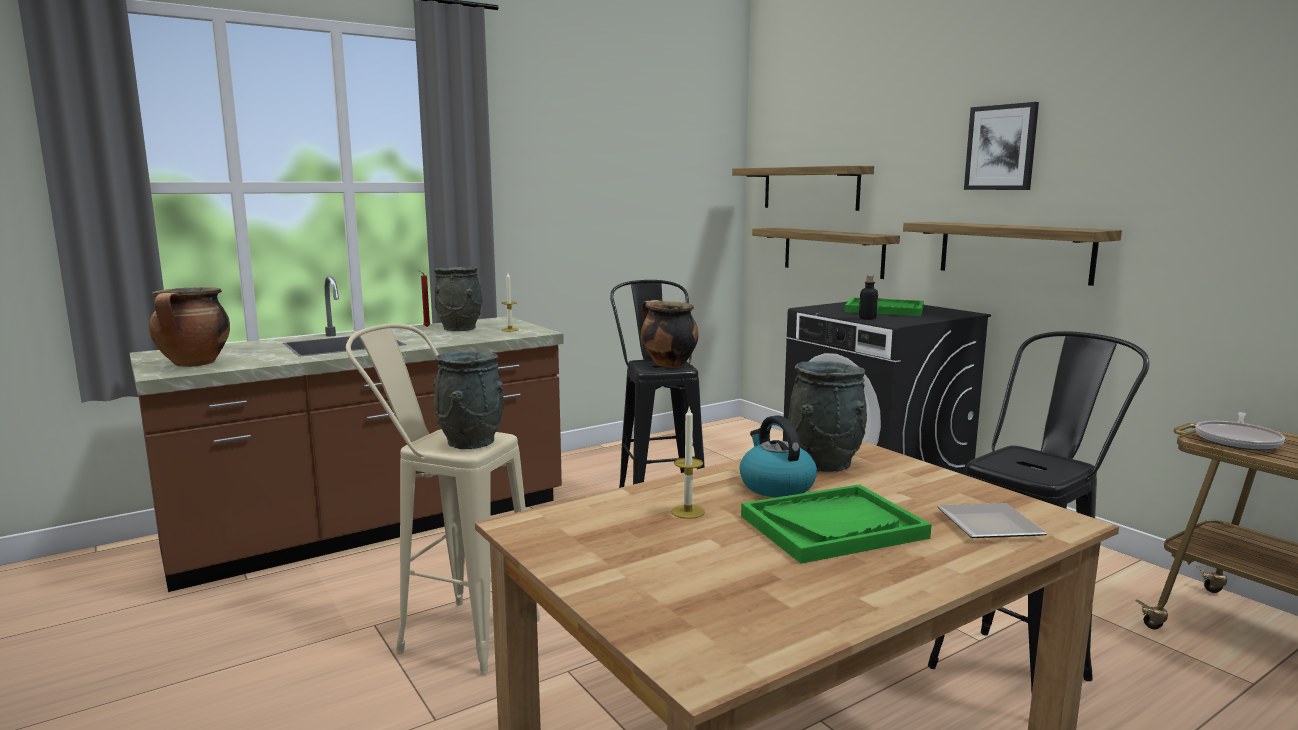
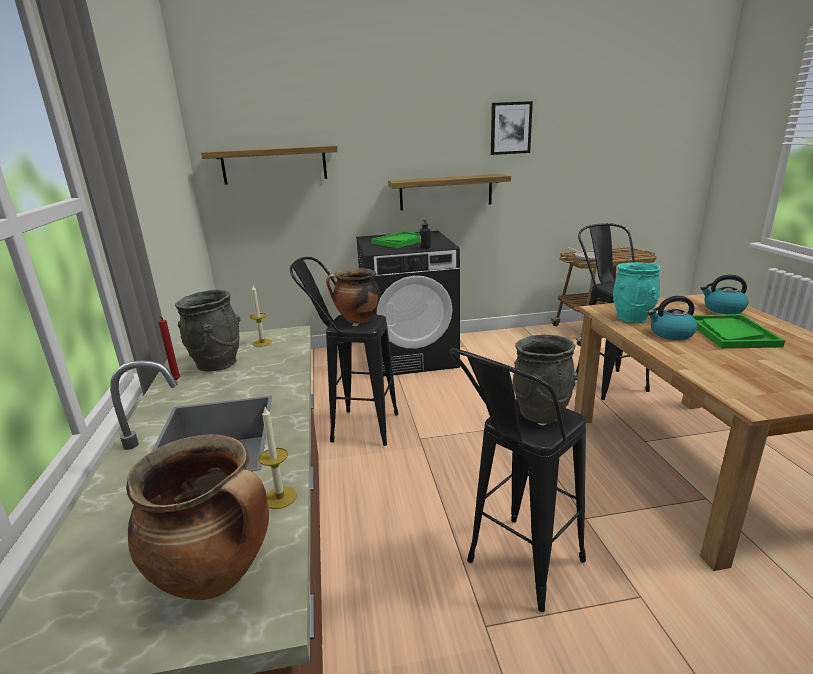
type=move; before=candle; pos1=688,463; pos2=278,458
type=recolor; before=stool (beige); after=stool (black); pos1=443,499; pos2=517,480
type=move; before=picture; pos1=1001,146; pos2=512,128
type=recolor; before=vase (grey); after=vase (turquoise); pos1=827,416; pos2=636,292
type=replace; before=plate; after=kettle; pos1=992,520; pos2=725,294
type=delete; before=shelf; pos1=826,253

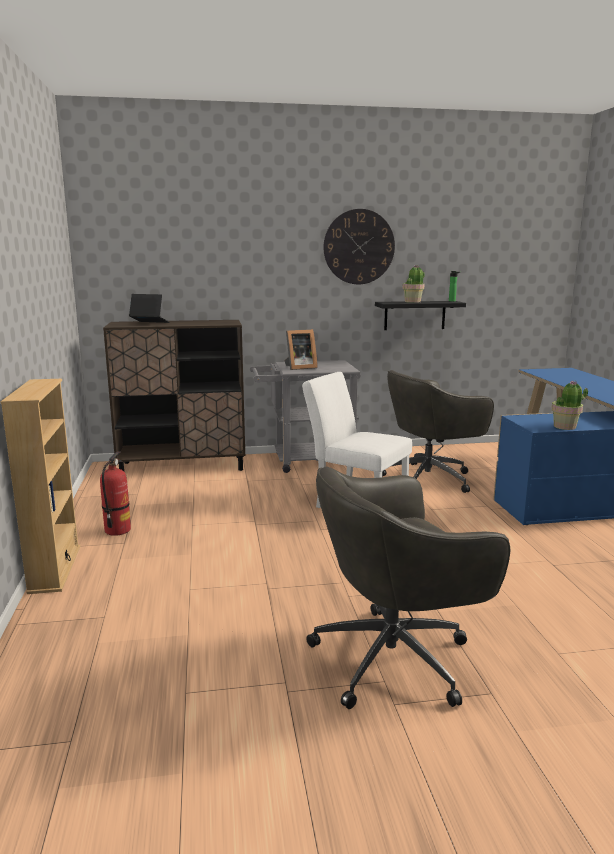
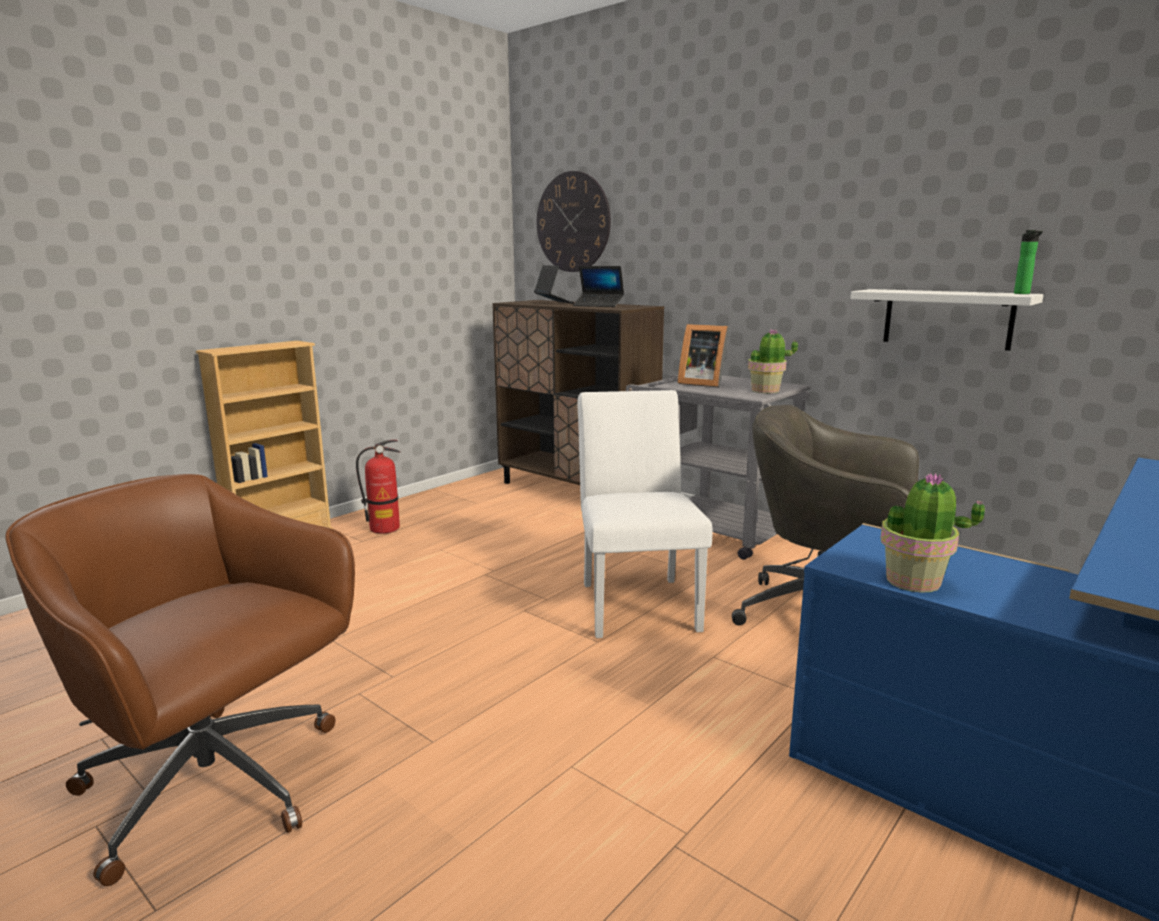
type=recolor; before=office chair (grey); after=office chair (brown); pos1=408,587; pos2=180,680
type=move; before=wall clock; pos1=359,246; pos2=574,221
type=insert; after=laptop; pos2=598,286
type=move; before=potted plant; pos1=413,284; pos2=773,361
type=recolor; before=shelf (black); after=shelf (white); pos1=420,315; pos2=947,320

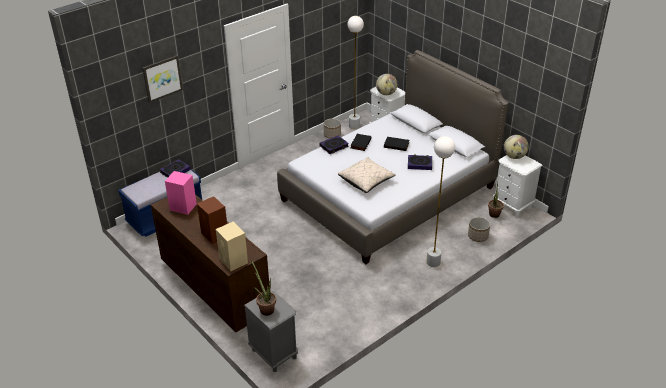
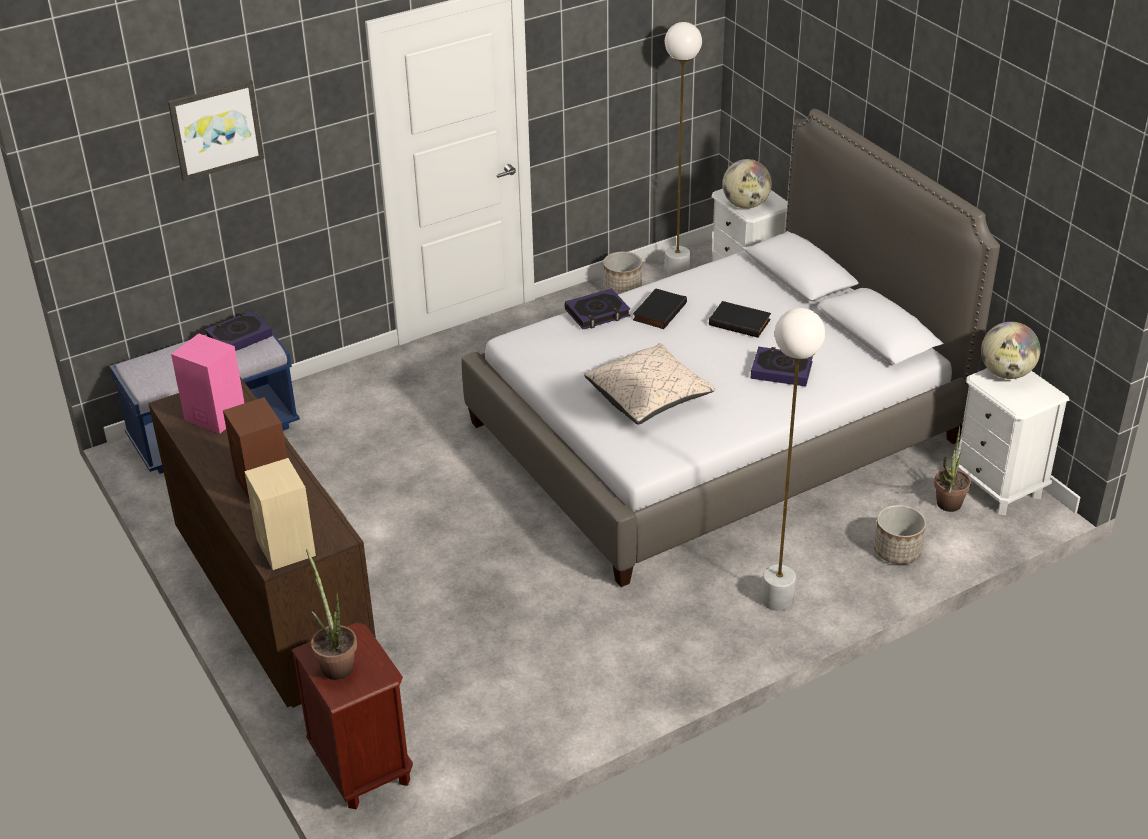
type=recolor; before=nightstand (grey); after=nightstand (brown); pos1=271,331; pos2=352,716

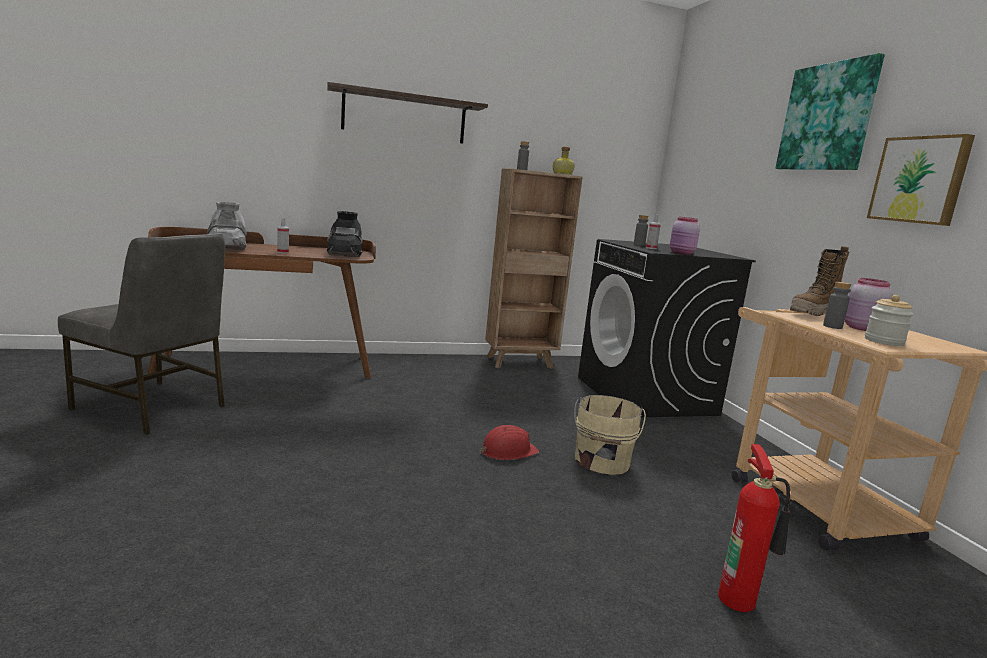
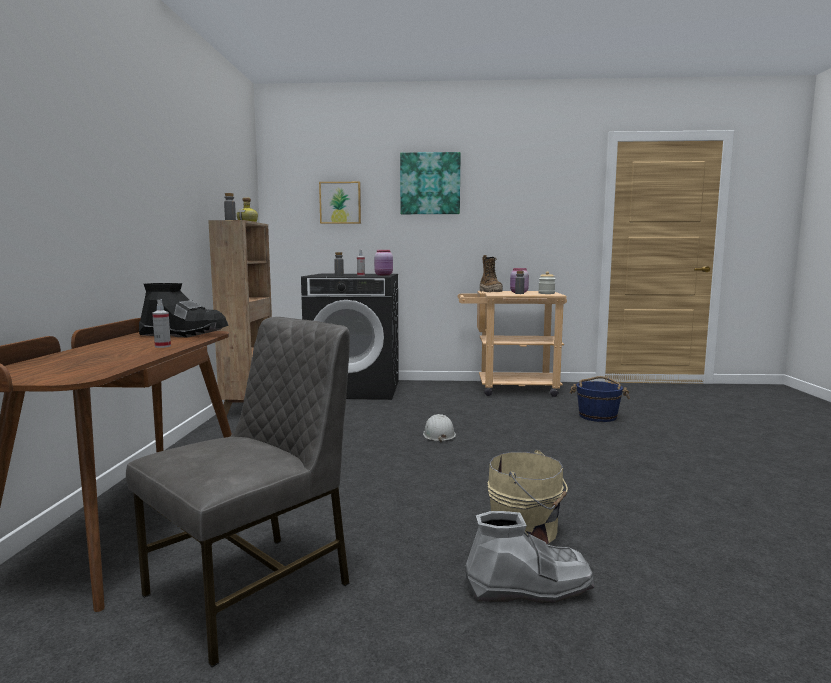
type=move; before=picture; pos1=921,180; pos2=340,203
type=recolor; before=hard hat (red); after=hard hat (white); pos1=509,442; pos2=439,428
type=move; before=boot (grey); pos1=227,226; pos2=529,557
type=move; before=bucket (beige); pos1=610,435; pos2=527,497
type=replace; before=fire extinguisher; after=bucket (blue); pos1=754,528; pos2=600,399
type=delete; before=shelf; pos1=407,113

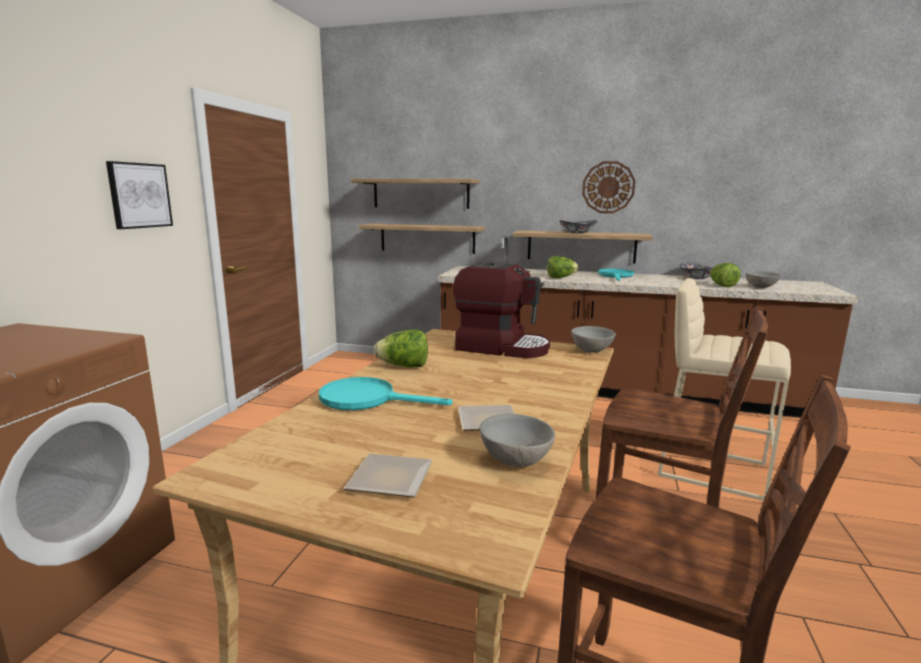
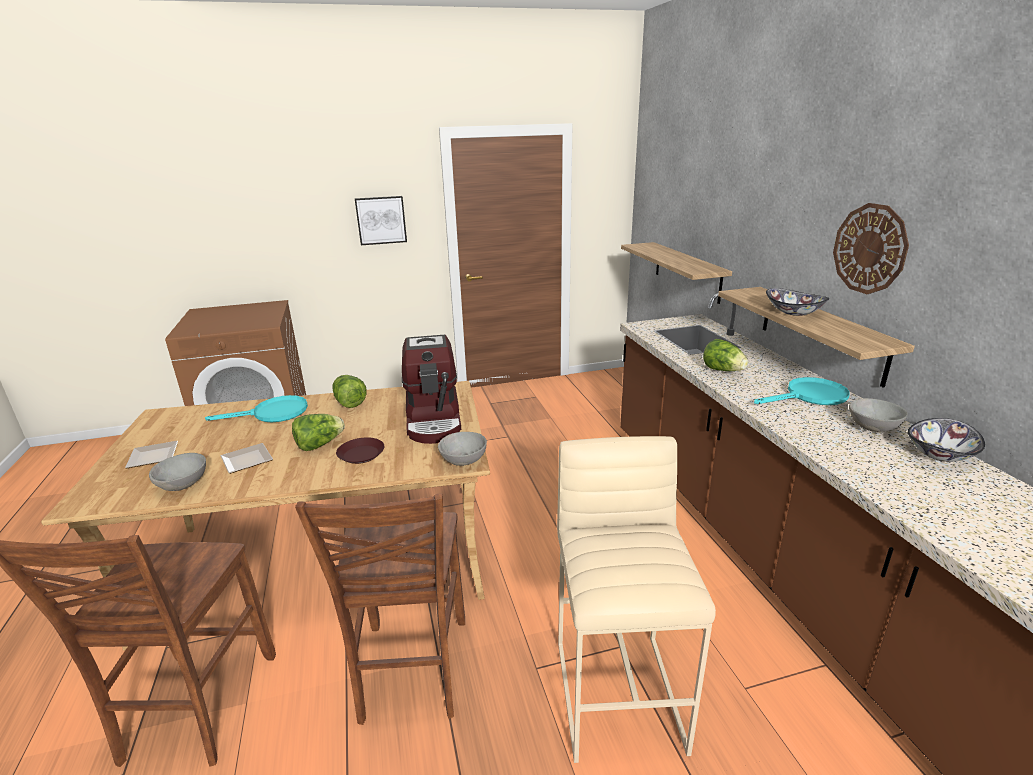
type=rotate; before=frying pan (turquoise); pos1=385,393; pos2=256,408; turn=90
type=move; before=lettuce; pos1=725,275; pos2=318,432
type=insert; after=plate (brown); pos2=360,450
type=move; before=bowl (grey); pos1=763,279; pos2=878,415
type=delete; before=shelf; pos1=415,194

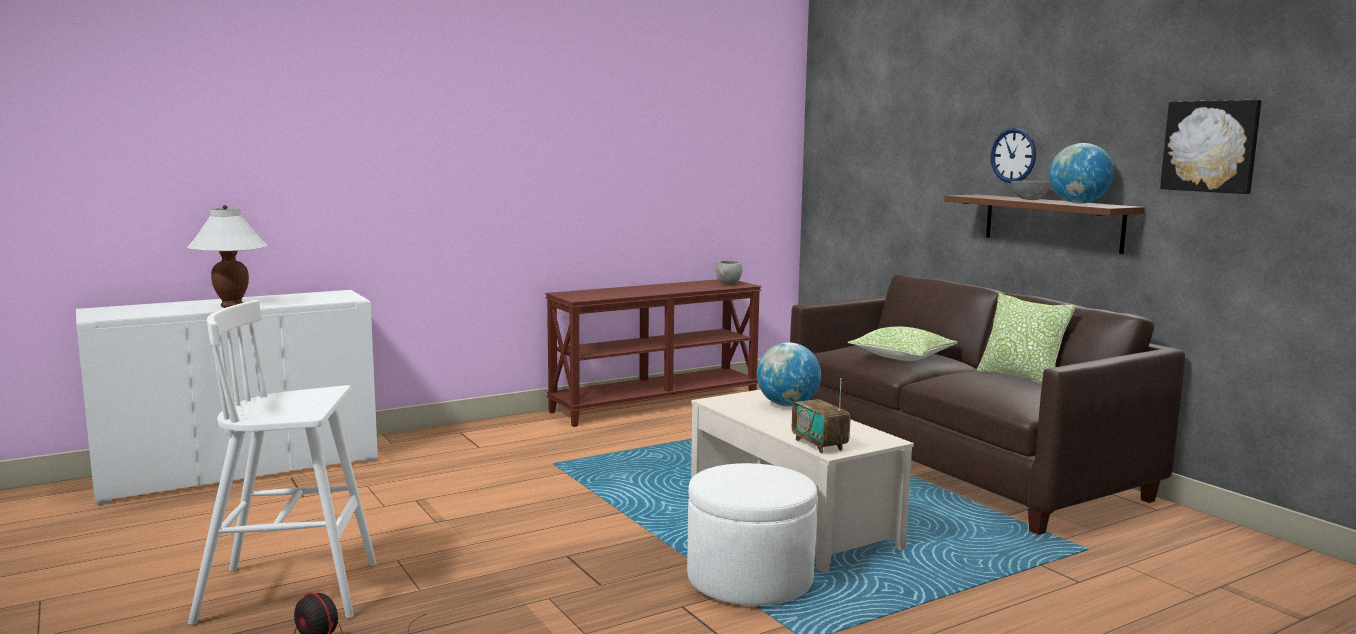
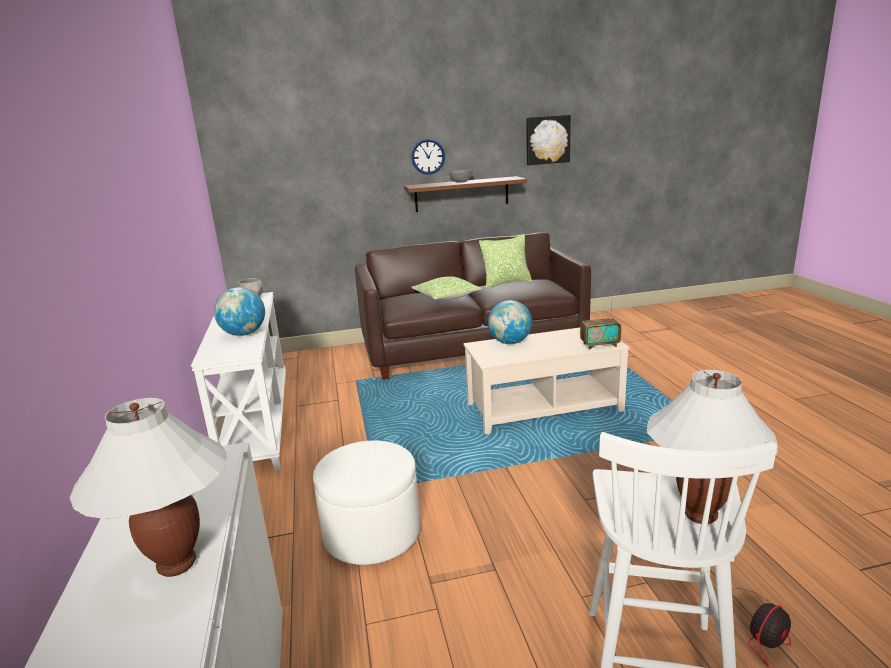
type=recolor; before=console table (brown); after=console table (white); pos1=653,353; pos2=238,381
type=move; before=globe; pos1=1081,173; pos2=239,311
type=move; before=ottoman (white); pos1=752,534; pos2=366,502
type=insert; after=table lamp (white); pos2=712,447

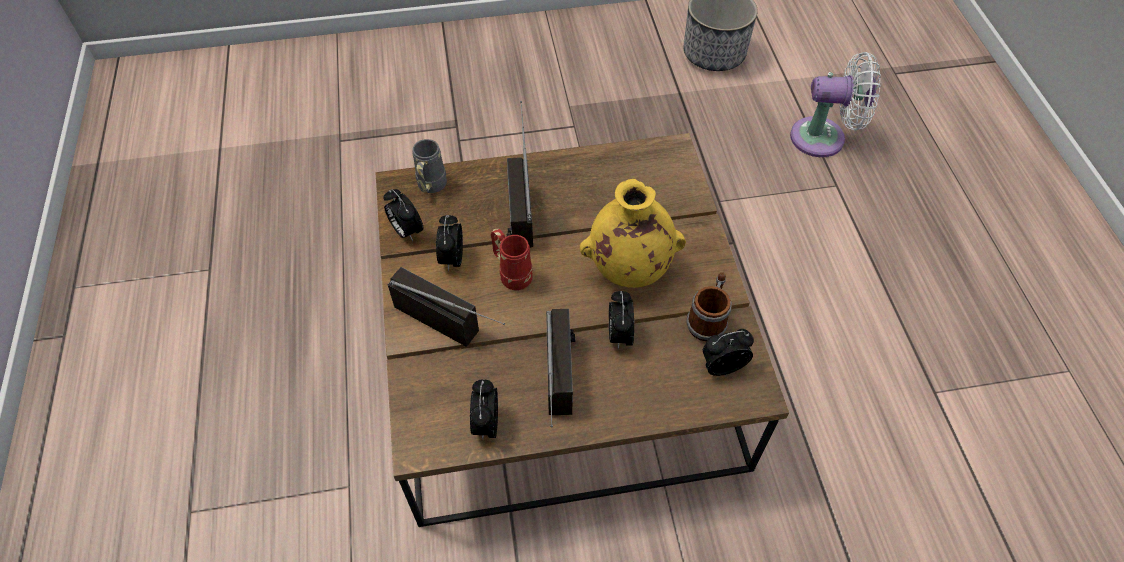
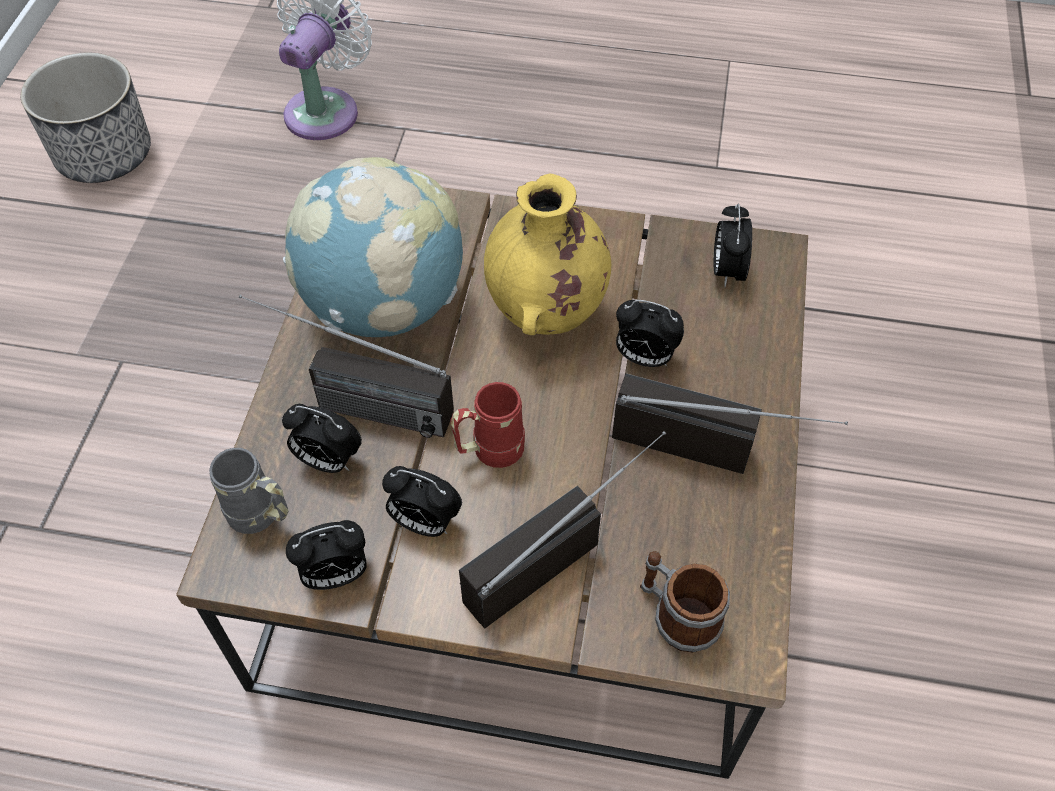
type=move; before=alarm clock; pos1=484,409; pos2=322,438
type=insert; after=globe; pos2=373,247
type=move; before=mug; pos1=709,306; pos2=685,602

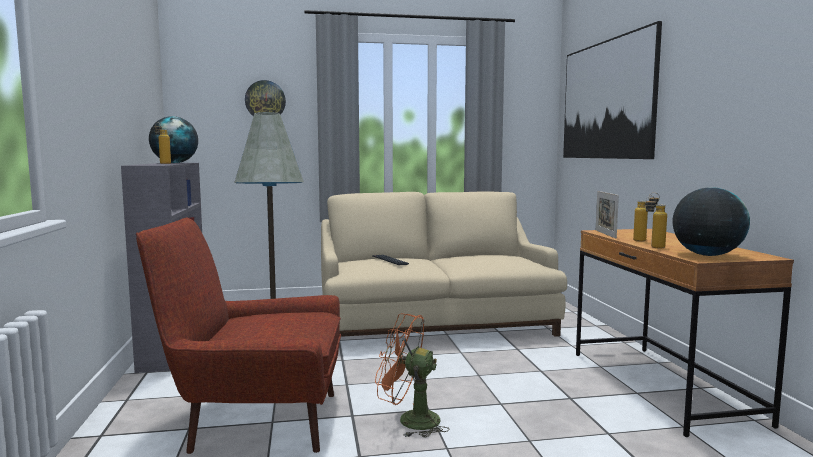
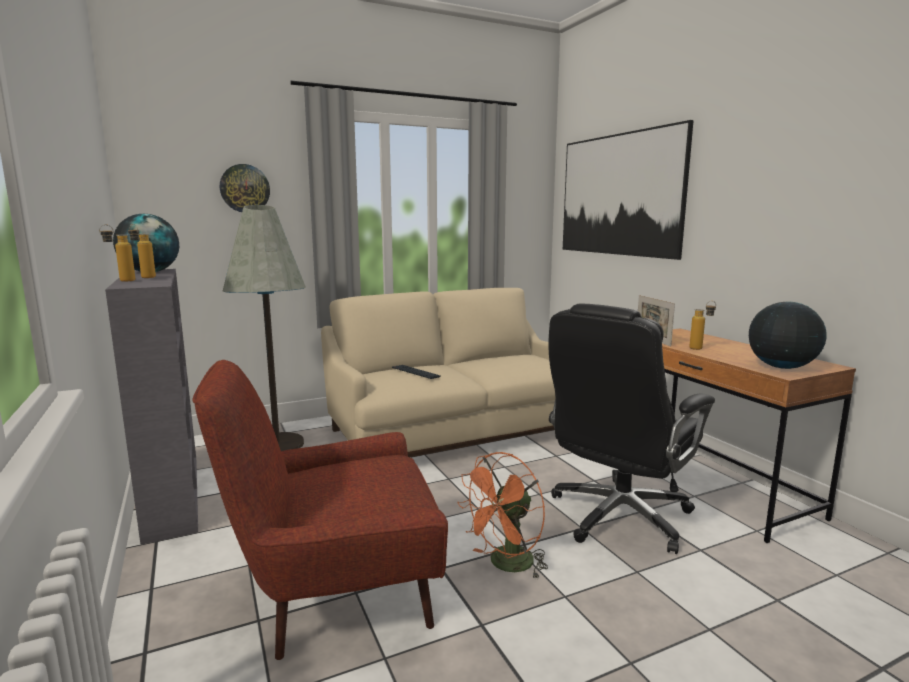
type=move; before=bottle; pos1=656,222; pos2=117,253
type=rotate; before=fan (orange); pos1=412,375; pos2=502,515; turn=-45
type=insert; after=office chair (black); pos2=632,429

